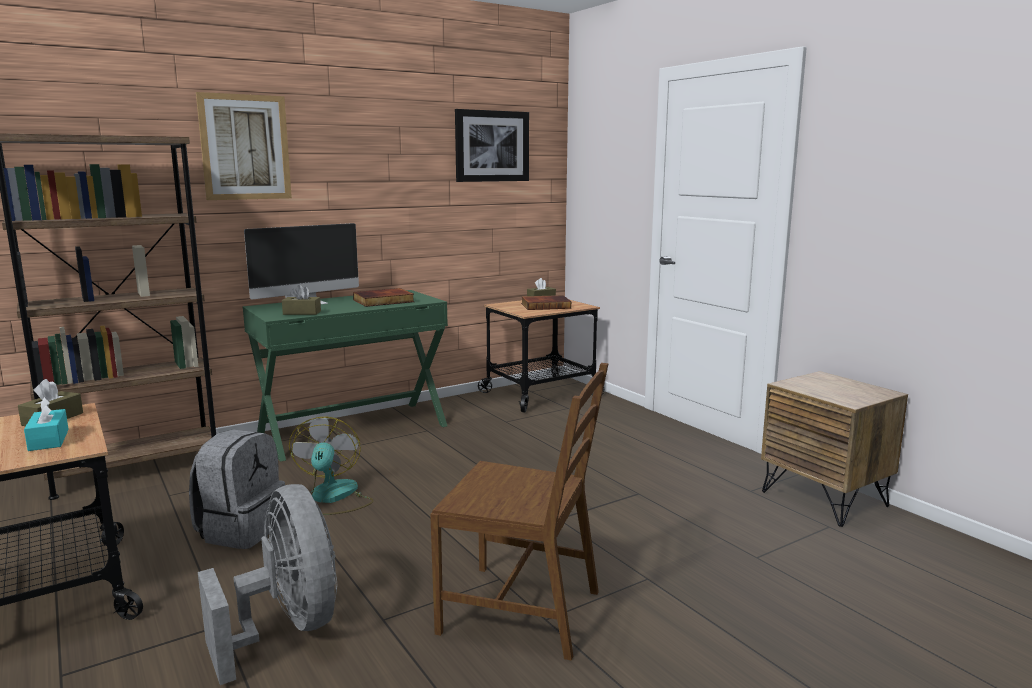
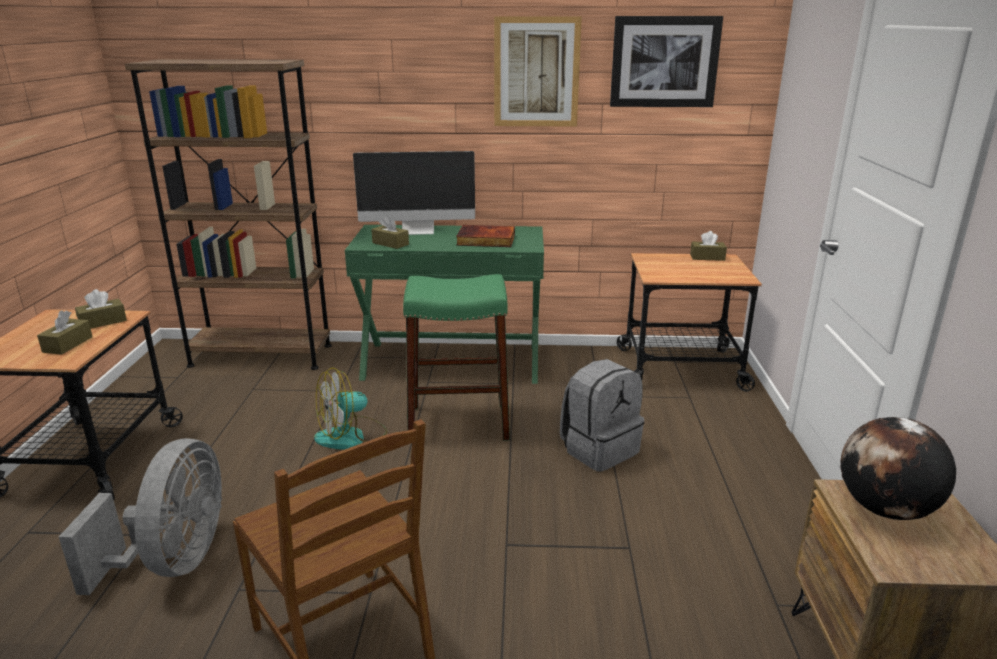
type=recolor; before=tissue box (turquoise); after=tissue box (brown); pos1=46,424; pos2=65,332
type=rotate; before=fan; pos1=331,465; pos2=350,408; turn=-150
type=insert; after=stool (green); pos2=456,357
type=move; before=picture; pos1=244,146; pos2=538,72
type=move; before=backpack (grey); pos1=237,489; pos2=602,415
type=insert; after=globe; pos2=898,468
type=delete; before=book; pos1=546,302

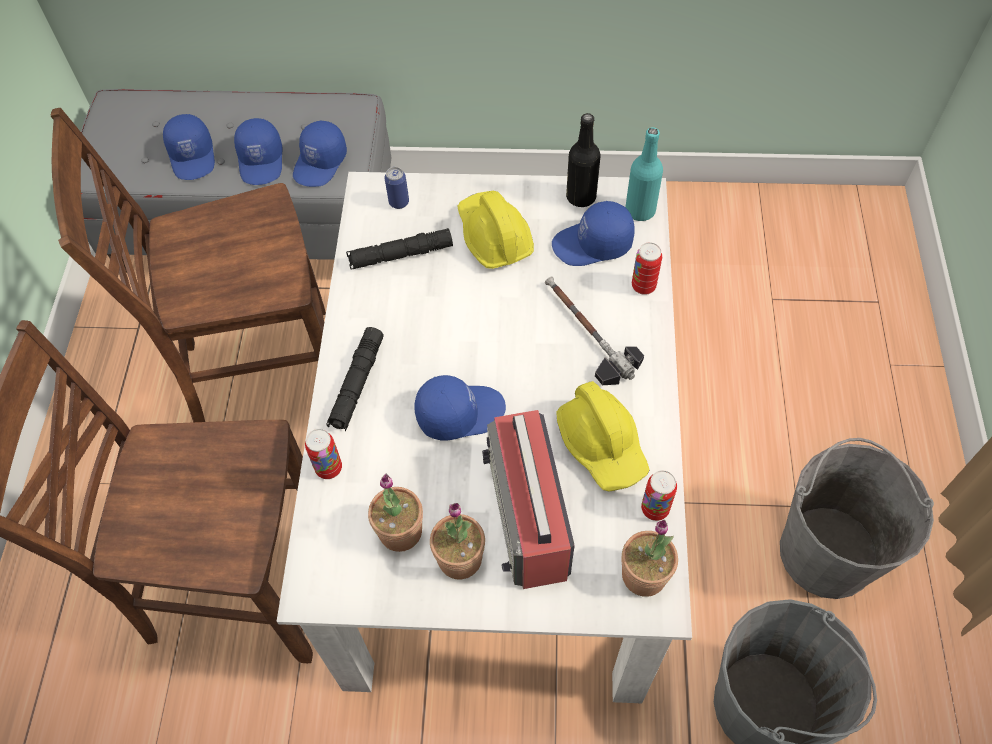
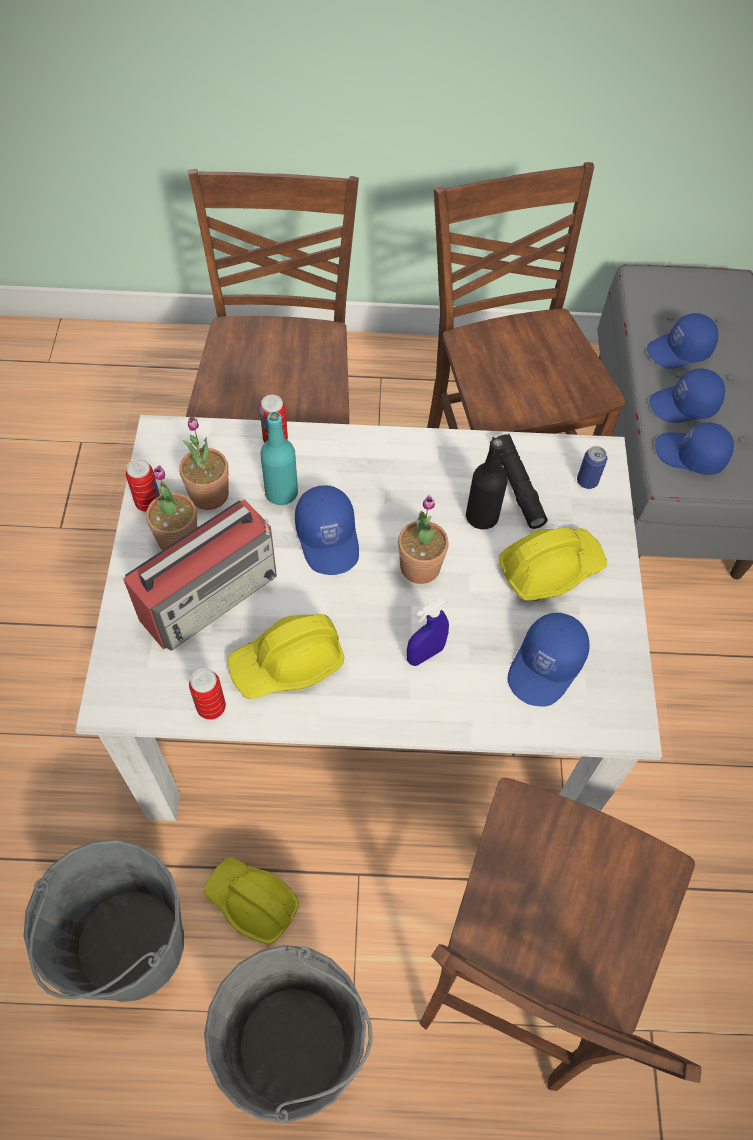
type=rotate; before=radio; pos1=528,499; pos2=200,575; turn=150
type=move; before=can; pos1=647,268; pos2=143,485
type=insert; after=hard hat (yellow); pos2=251,901
type=move; before=bottle (turquoise); pos1=644,174; pos2=279,458
type=move; before=potted plant; pos1=650,558; pos2=423,539
type=replace; before=hammer; after=spray bottle (blue); pos1=594,331; pos2=428,631
type=insert; after=chair (brown); pos2=560,934
type=move; before=bottle (black); pos1=583,160; pos2=487,483
type=rotate; before=cap (blue); pos1=593,233; pos2=548,660; turn=-135
type=delete; before=flashlight (black); pos1=355,379

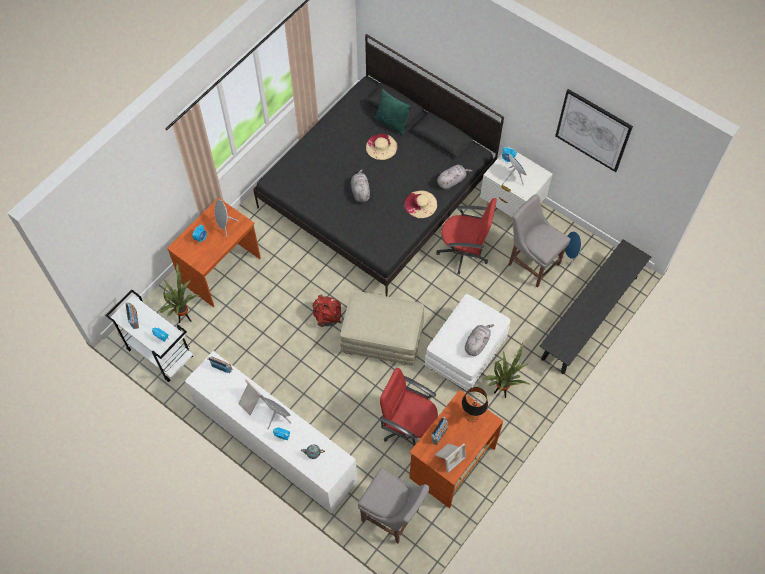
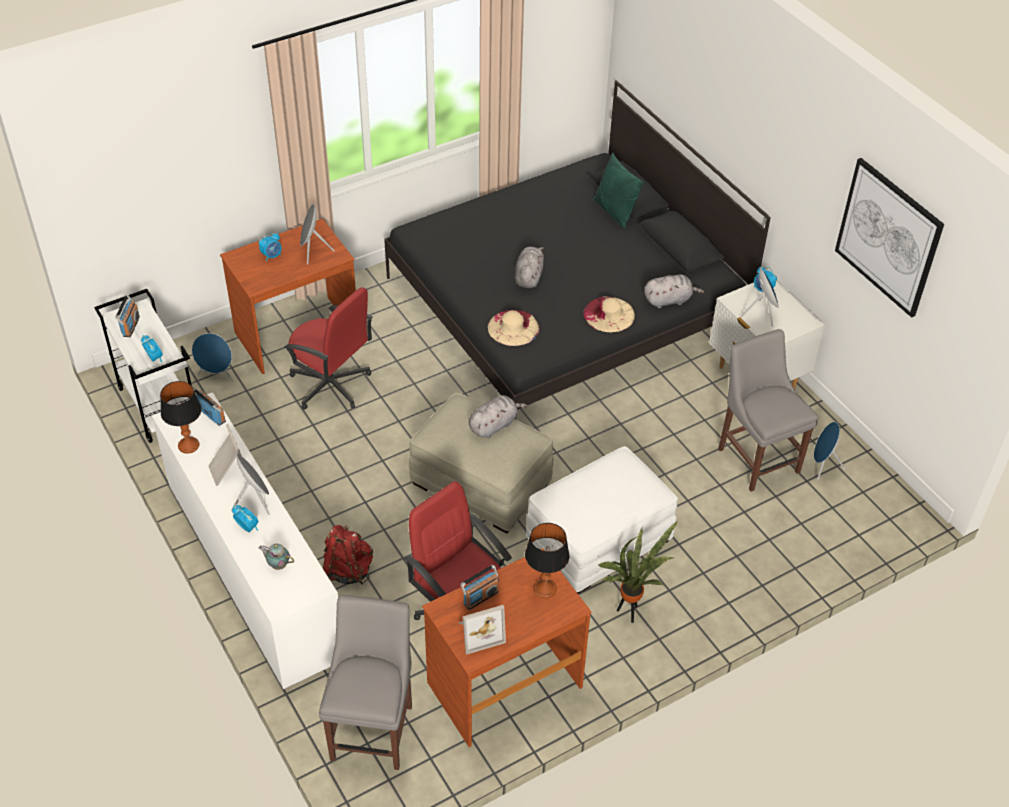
type=insert; after=table lamp; pos2=181,417
type=replace; before=potted plant; after=speaker (blue); pos1=180,293; pos2=213,357
type=move; before=office chair (red); pos1=466,236; pos2=328,348
type=rotate; before=chair (grey); pos1=393,505; pos2=365,682; turn=-135
type=move; before=backpack (red); pos1=328,310; pos2=348,555
type=move; before=plush toy (grey); pos1=479,340; pos2=498,416
type=move; before=hat (beige); pos1=382,147; pos2=514,328
type=delete; before=bench (black); pos1=595,306

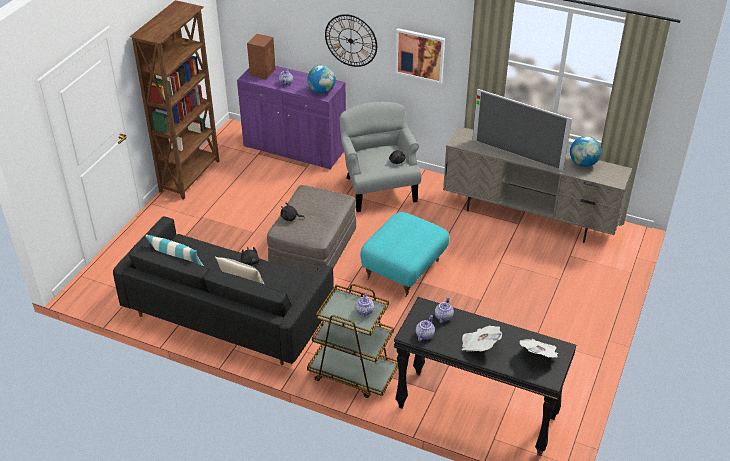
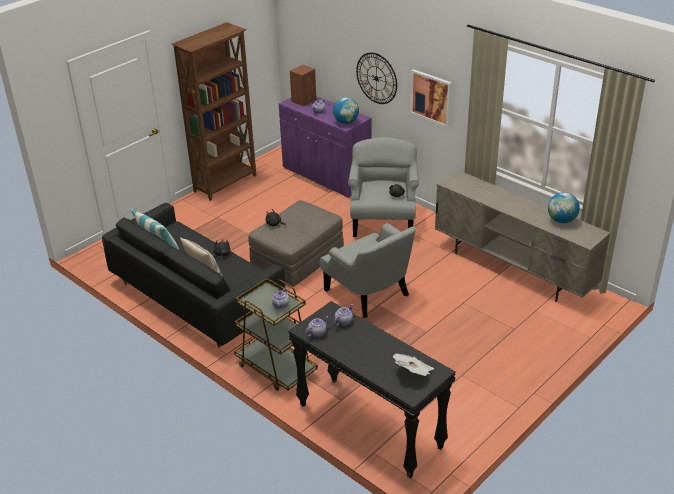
type=replace; before=ottoman (turquoise); after=armchair (grey); pos1=404,254; pos2=368,270
type=delete; before=newspaper; pos1=482,338
type=delete; before=television; pos1=522,129

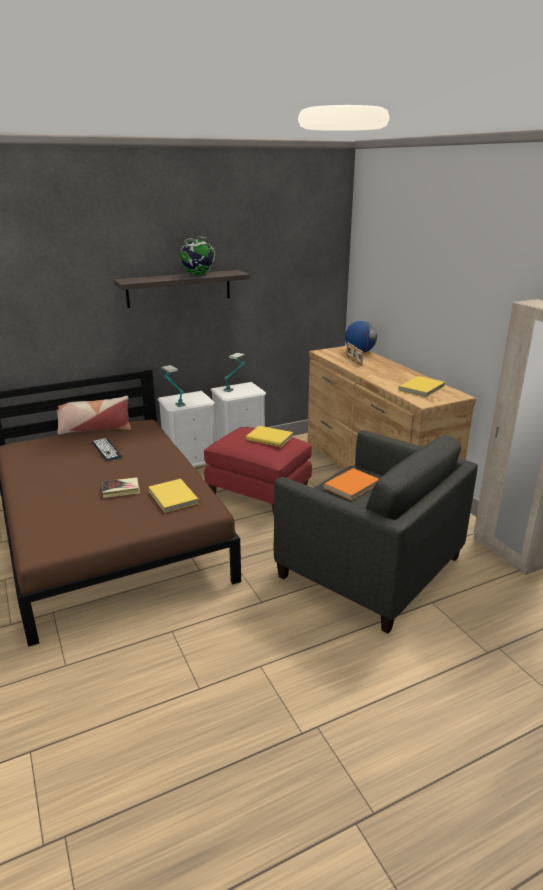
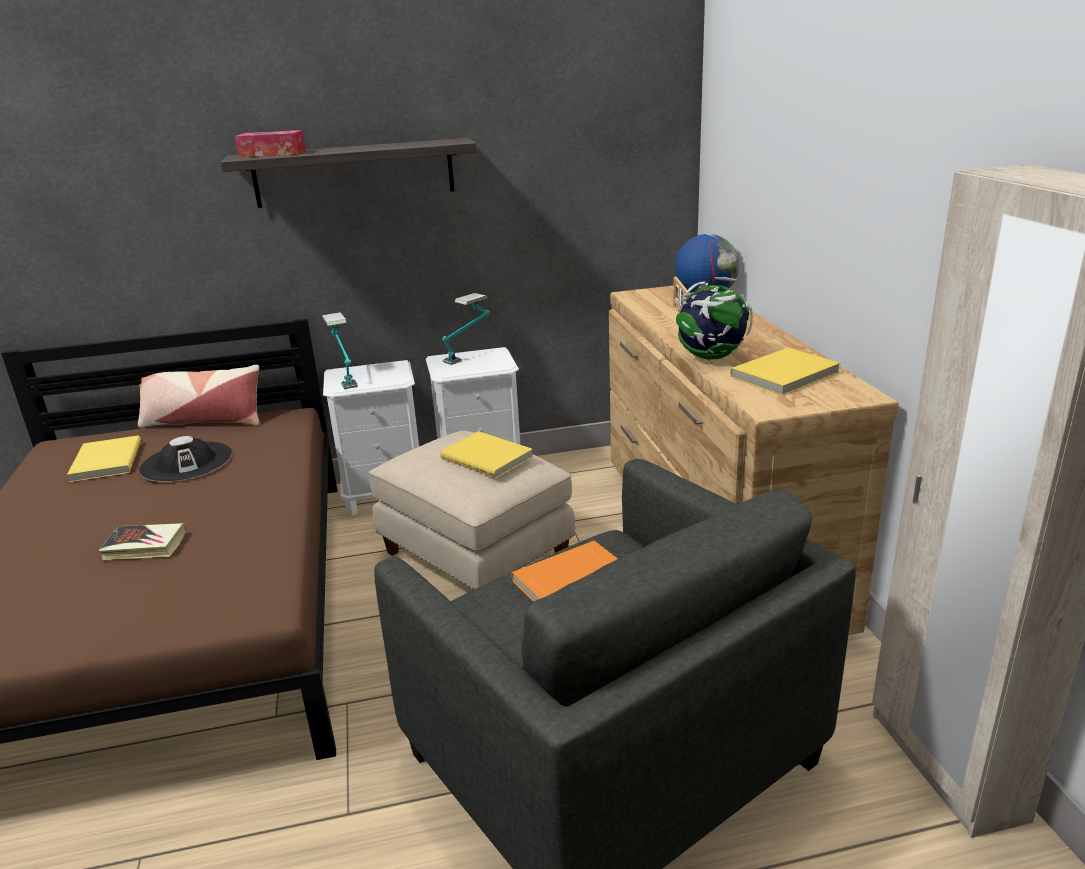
type=move; before=book (yellow); pos1=174,496; pos2=104,459
type=replace; before=keyboard; after=hat (black); pos1=107,449; pos2=185,459
type=insert; after=tissue box; pos2=270,144
type=recolor; before=ottoman (red); after=ottoman (beige); pos1=258,471; pos2=471,510
type=move; before=globe; pos1=197,256; pos2=714,318

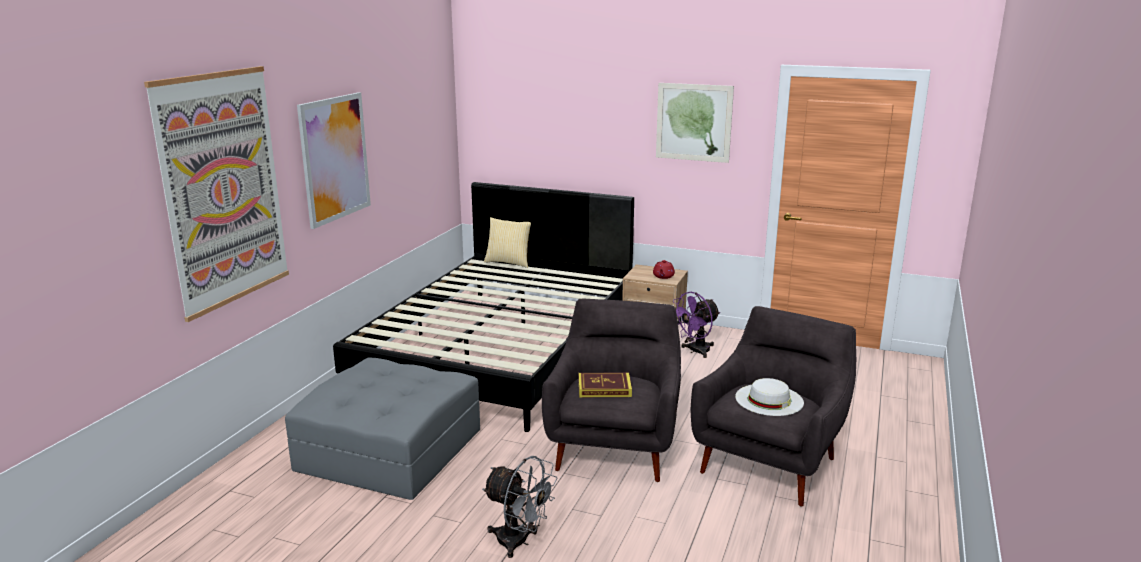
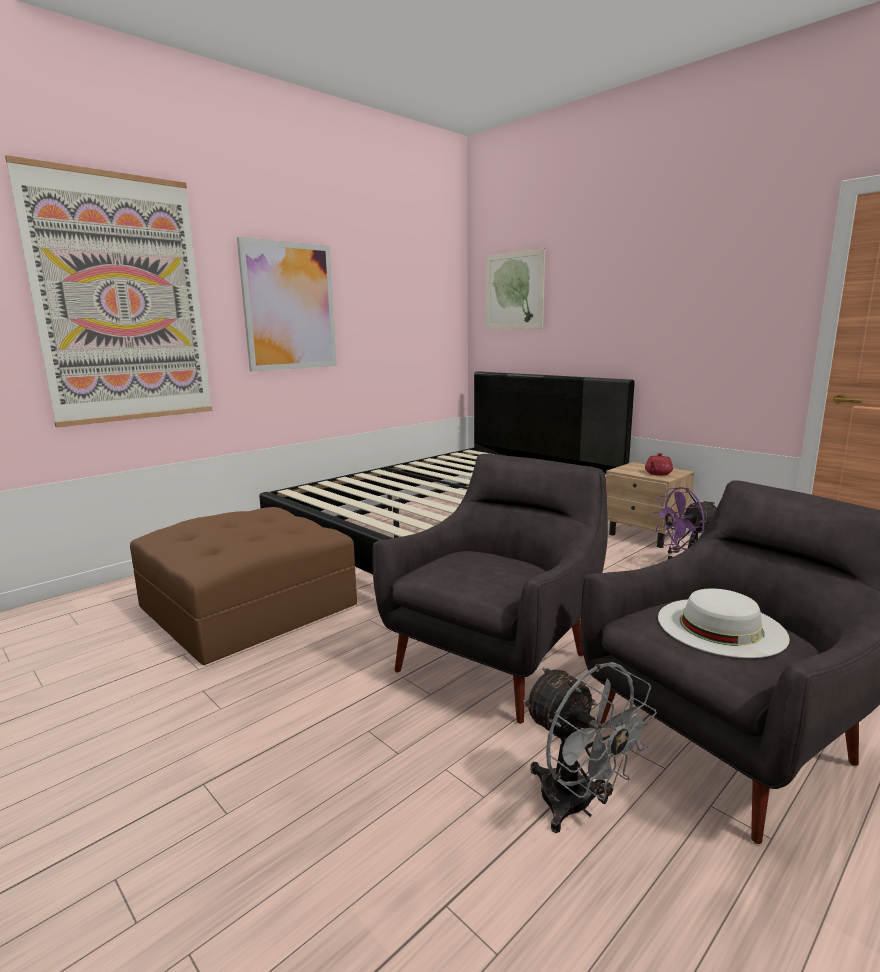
type=recolor; before=ottoman (grey); after=ottoman (brown); pos1=382,428; pos2=243,586
type=move; before=picture; pos1=695,123; pos2=515,289
type=move; before=fan (grey); pos1=520,507; pos2=590,747
type=delete; before=pillow; pos1=507,242
type=delete; before=book; pos1=605,384

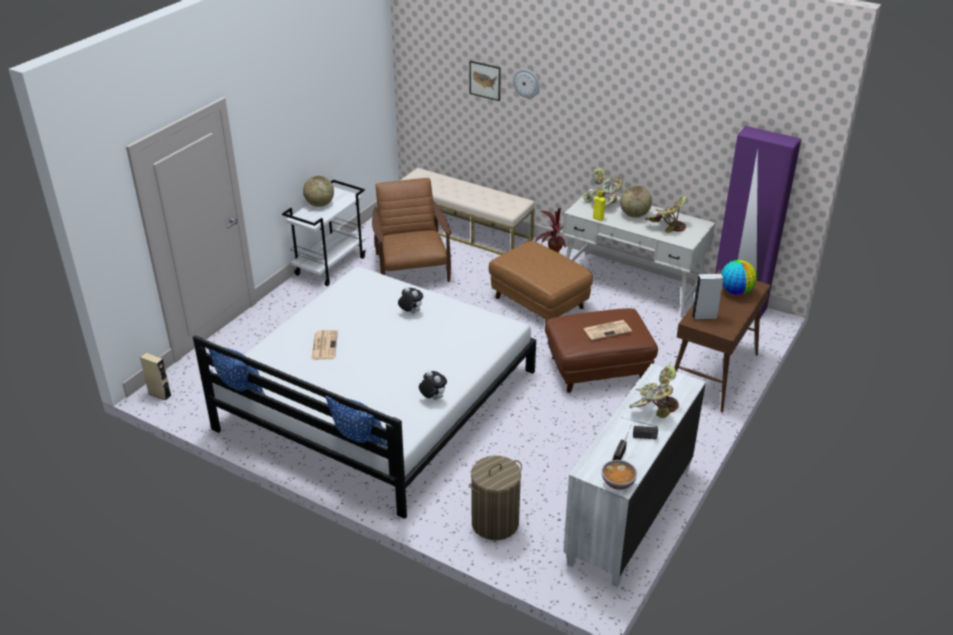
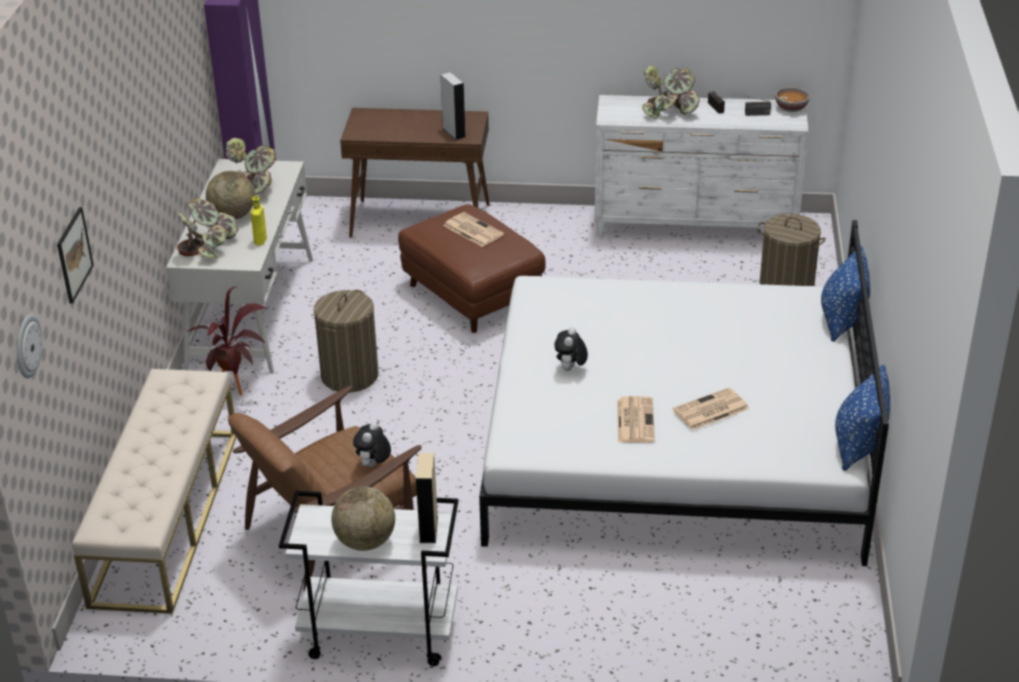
type=move; before=wall clock; pos1=526,83; pos2=29,346
type=replace; before=ottoman (brown); after=laundry basket; pos1=541,282; pos2=346,341
type=move; before=plush toy; pos1=433,385; pos2=372,444
type=move; before=speaker (beige); pos1=156,377; pos2=427,498
type=insert; after=newspaper; pos2=636,419
type=delete; before=globe; pos1=739,277

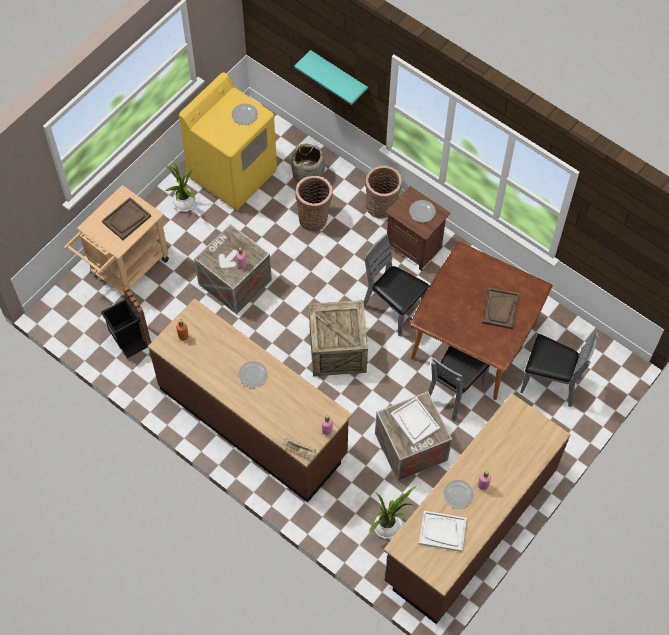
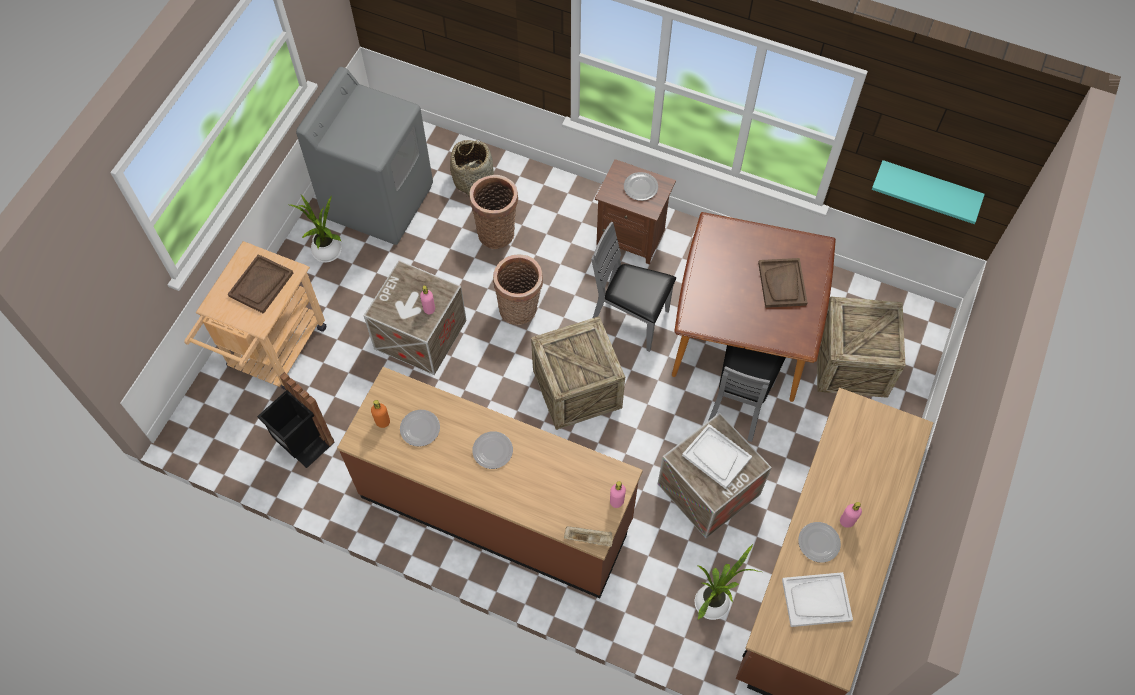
type=recolor; before=washing machine (yellow); after=washing machine (grey); pos1=228,141; pos2=364,156
type=move; before=plate; pos1=245,114; pos2=420,428
type=move; before=basket; pos1=383,192; pos2=518,289
type=replace; before=chair (grey); after=crate; pos1=559,369; pos2=861,347
type=move; before=shelf (turquoise); pos1=331,77; pos2=928,192

